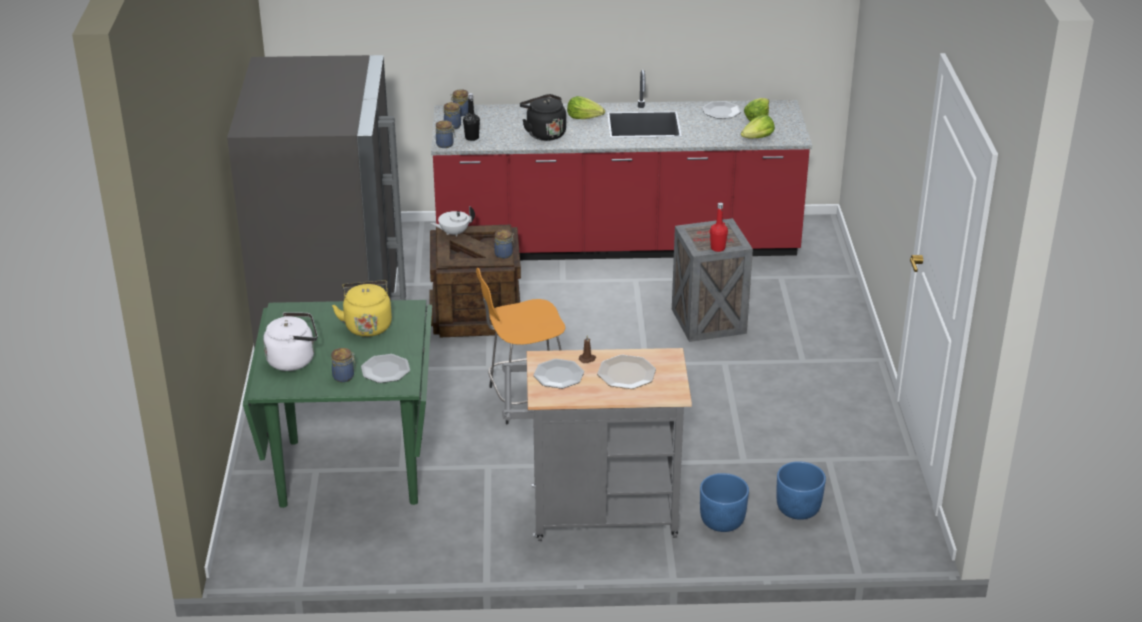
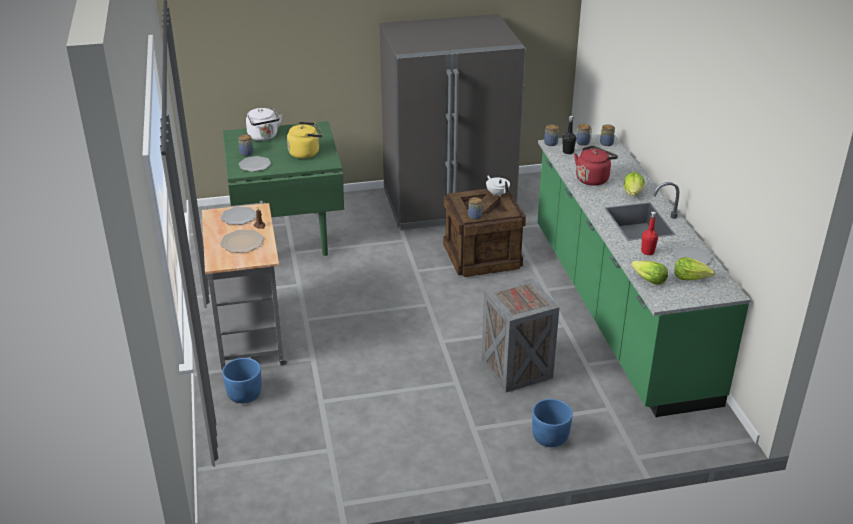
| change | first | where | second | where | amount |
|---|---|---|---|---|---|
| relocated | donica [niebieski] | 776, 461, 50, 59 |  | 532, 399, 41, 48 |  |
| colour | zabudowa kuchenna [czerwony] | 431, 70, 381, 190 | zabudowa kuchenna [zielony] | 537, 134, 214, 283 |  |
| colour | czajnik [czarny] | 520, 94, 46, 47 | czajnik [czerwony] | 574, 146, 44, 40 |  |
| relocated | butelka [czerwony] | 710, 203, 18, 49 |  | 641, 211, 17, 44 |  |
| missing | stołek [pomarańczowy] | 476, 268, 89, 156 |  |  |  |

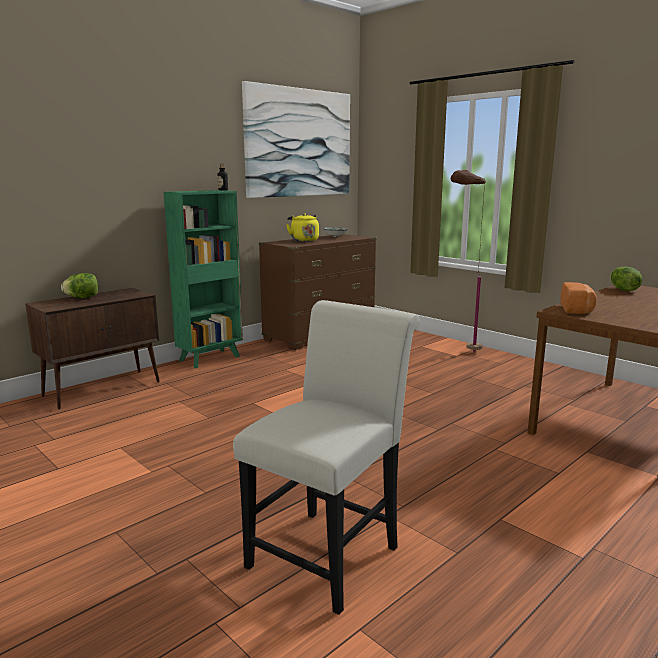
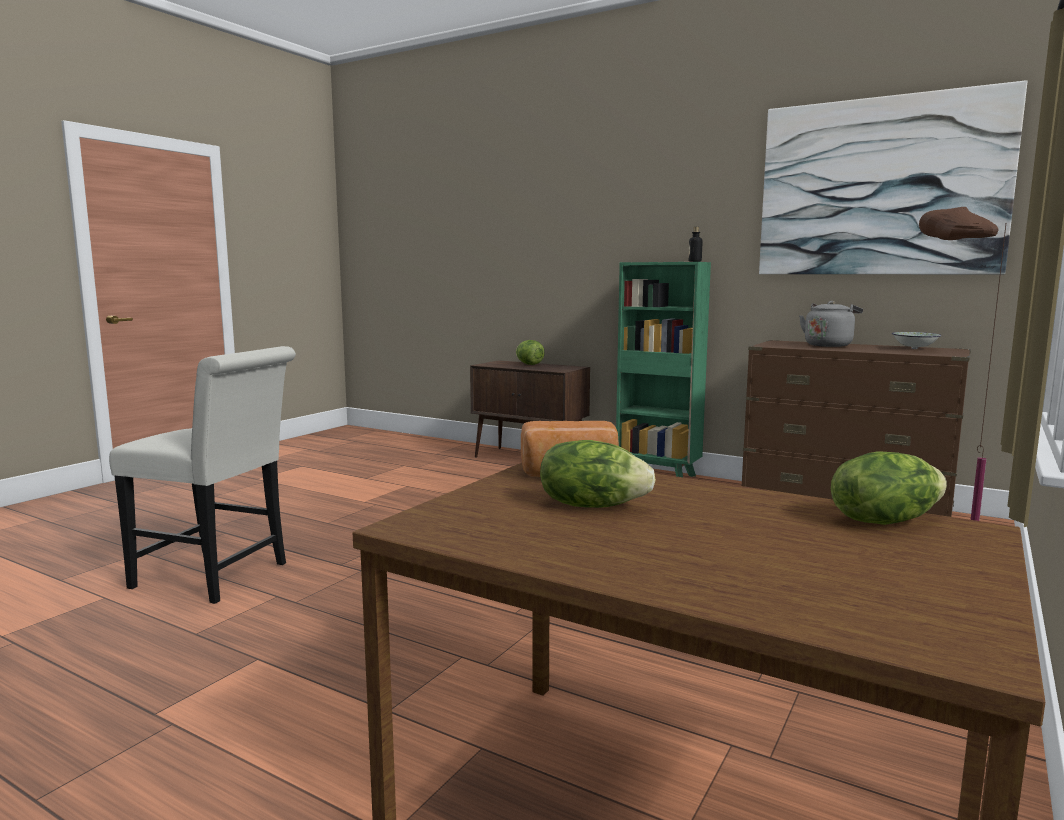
| change | first | where | second | where | amount |
|---|---|---|---|---|---|
| appeared |  |  | sałata | 540, 440, 116, 68 |  |
| colour | czajnik [żółty] | 286, 213, 33, 29 | czajnik [szary] | 799, 301, 64, 46 |  |

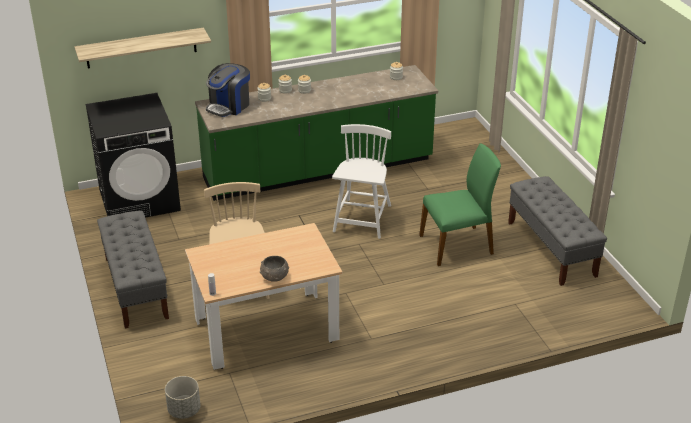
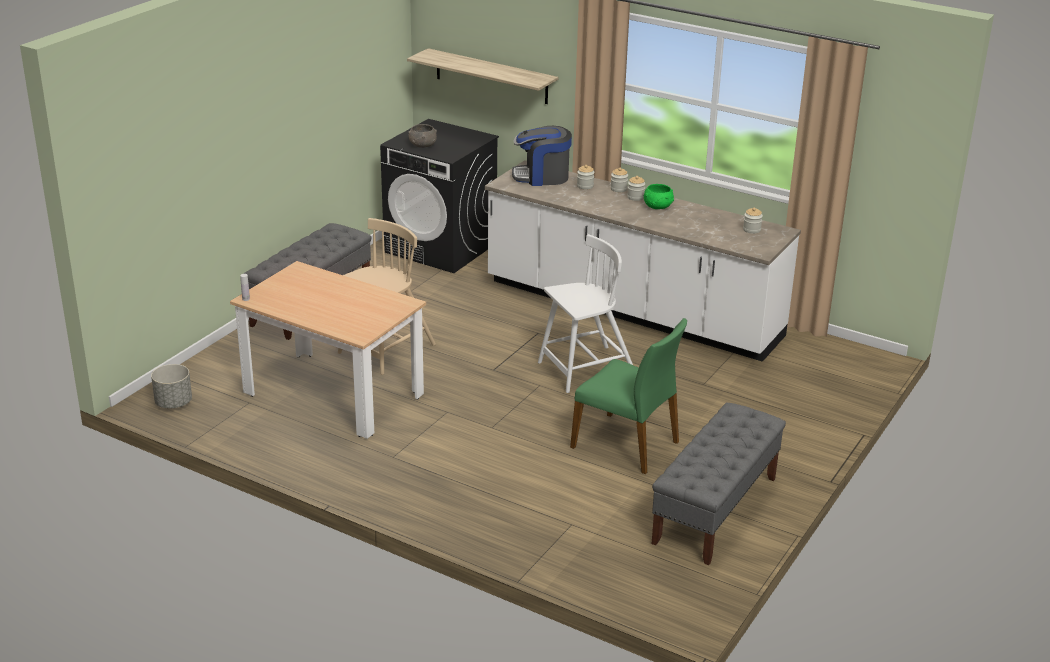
| change | first | where | second | where | amount |
|---|---|---|---|---|---|
| relocated | miska [szary] | 260, 256, 29, 26 |  | 409, 124, 28, 24 |  |
| colour | zabudowa kuchenna [zielony] | 195, 65, 243, 136 | zabudowa kuchenna [biały] | 485, 160, 316, 202 |  |
| appeared |  |  | miska [zielony] | 643, 184, 31, 25 |  |

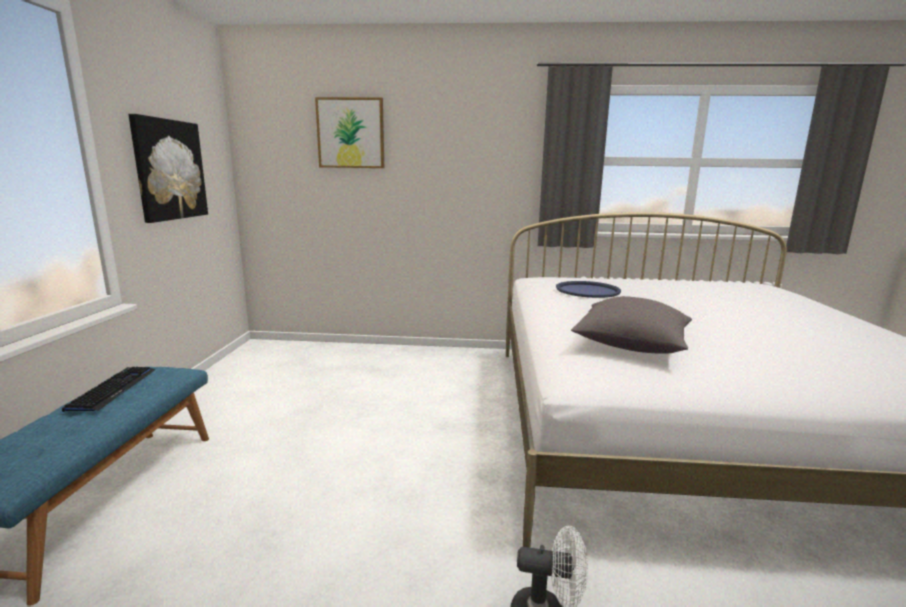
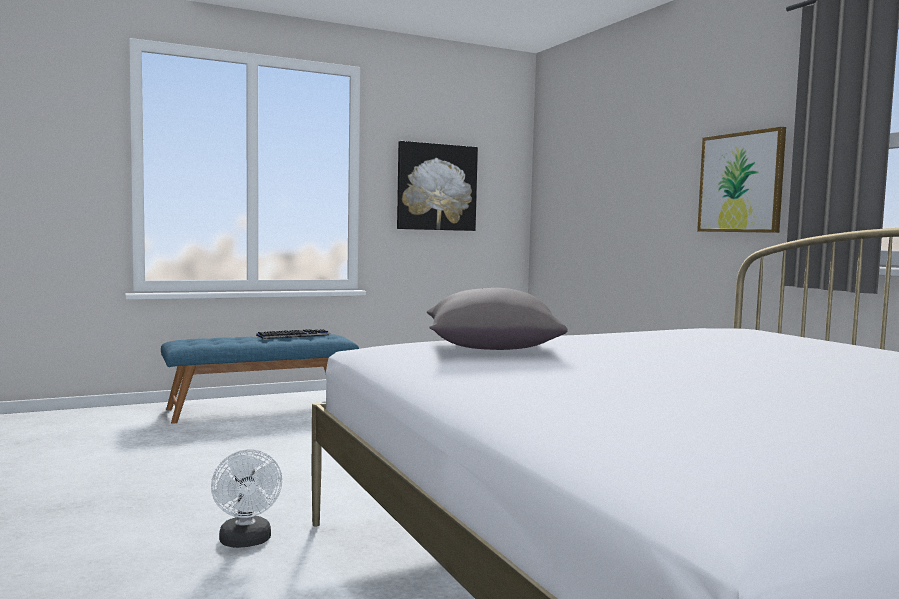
| change | first | where | second | where | amount |
|---|---|---|---|---|---|
| relocated | obraz | 315, 97, 69, 71 |  | 697, 127, 89, 106 |  |
| missing | taca [niebieski] | 556, 281, 65, 17 |  |  |  |

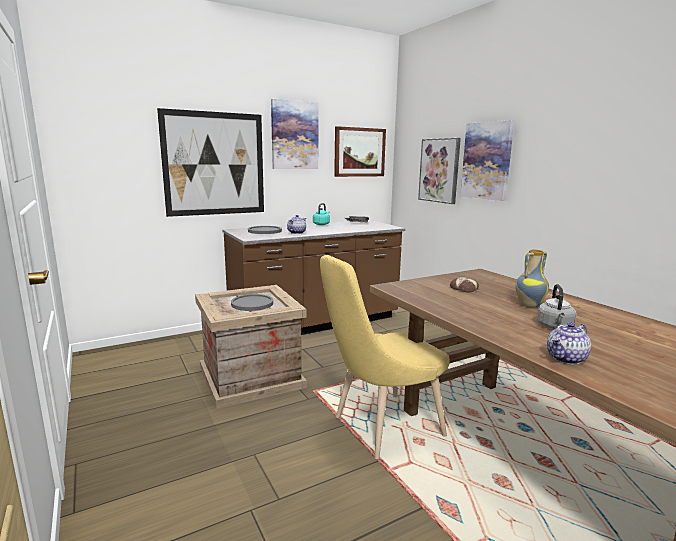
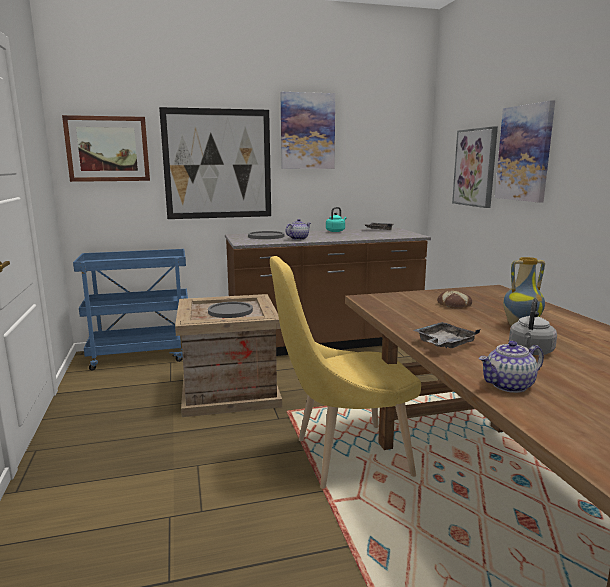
| change | first | where | second | where | amount |
|---|---|---|---|---|---|
| relocated | obraz | 334, 126, 52, 51 |  | 62, 115, 88, 67 |  |
| appeared |  |  | wózek [niebieski] | 73, 249, 115, 122 |  |
| appeared |  |  | taca [szary] | 414, 322, 66, 26 |  |

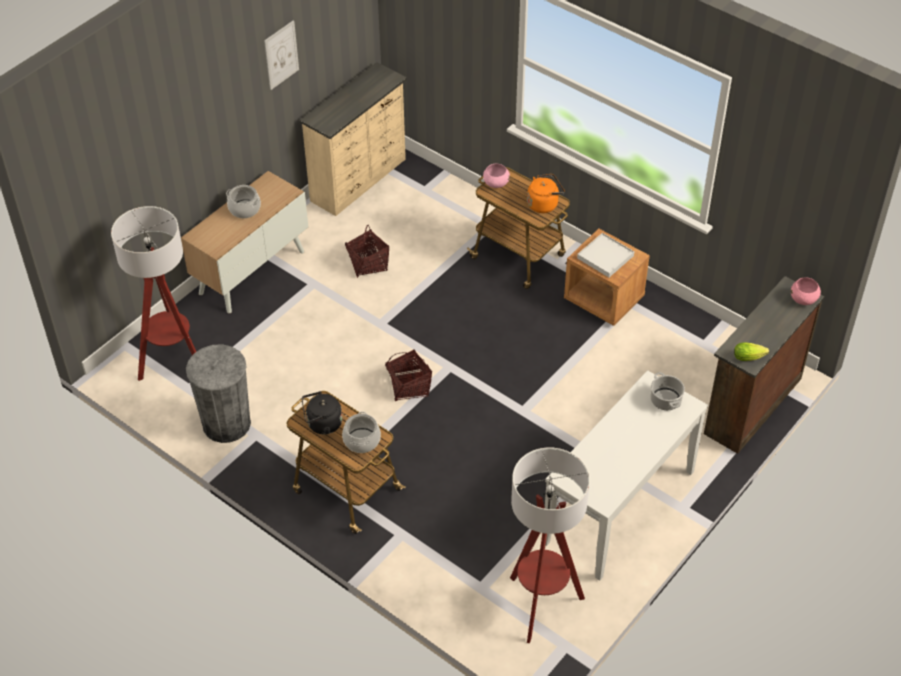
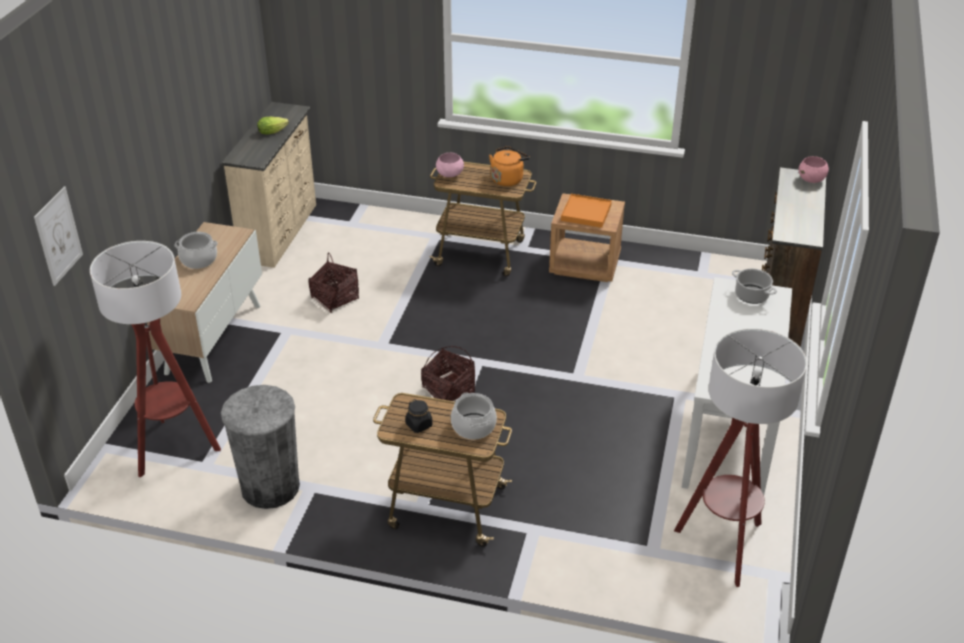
| change | first | where | second | where | amount |
|---|---|---|---|---|---|
| relocated | obraz | 264, 20, 35, 70 |  | 34, 186, 49, 100 |  |
| relocated | sałata | 734, 343, 35, 18 |  | 257, 117, 32, 18 |  |
| exchanged | czajnik [czarny] | 302, 391, 40, 43 | słoik [czarny] | 405, 399, 28, 34 |  |
| colour | taca [biały] | 577, 233, 57, 44 | taca [pomarańczowy] | 561, 194, 51, 34 |  |

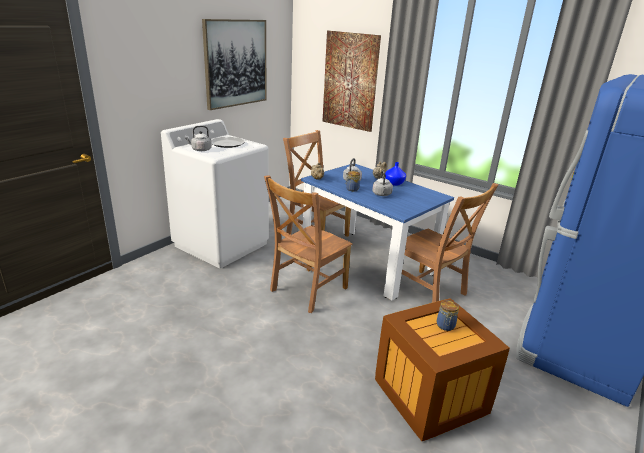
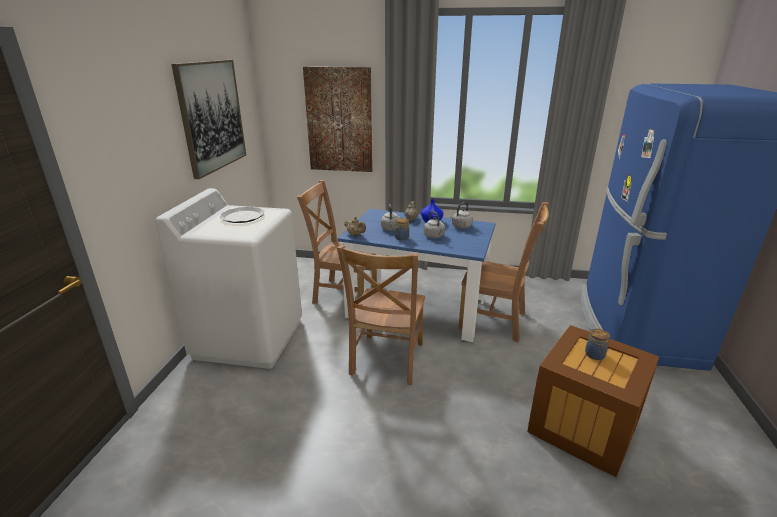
| change | first | where | second | where | amount |
|---|---|---|---|---|---|
| relocated | czajnik [szary] | 185, 126, 27, 25 |  | 450, 202, 23, 27 |  |

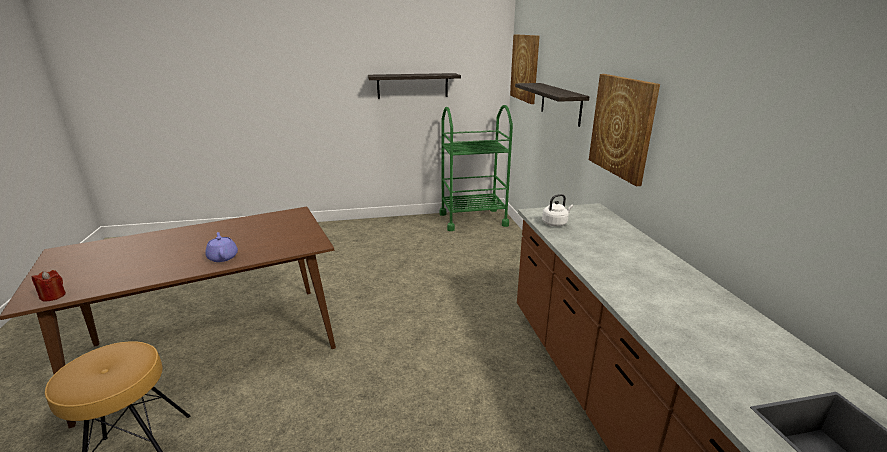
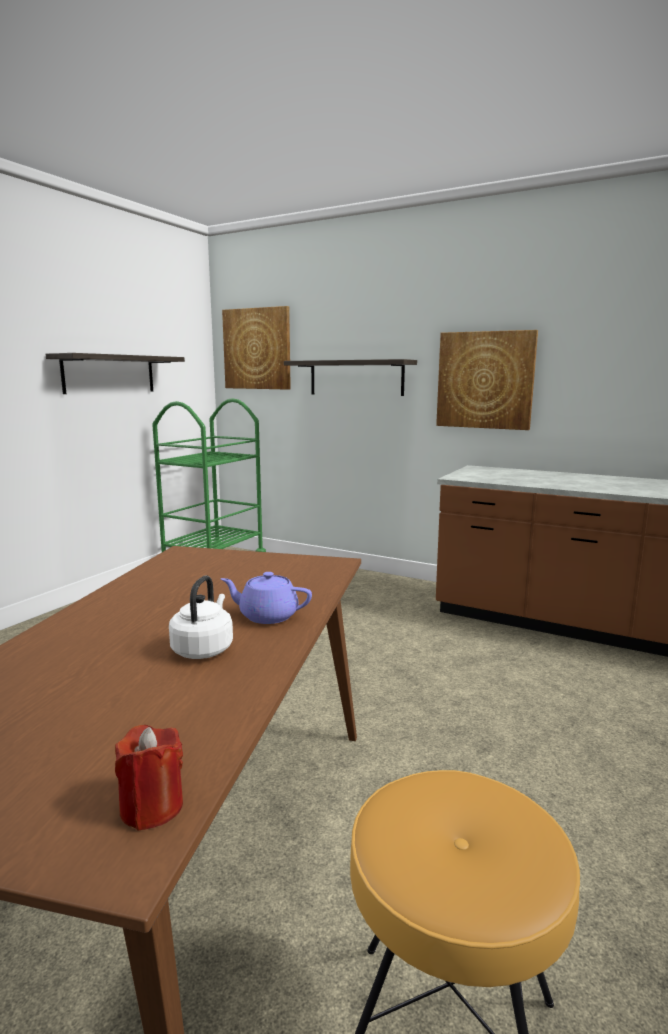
| change | first | where | second | where | amount |
|---|---|---|---|---|---|
| relocated | czajnik [biały] | 542, 194, 31, 32 |  | 169, 575, 64, 84 |  |

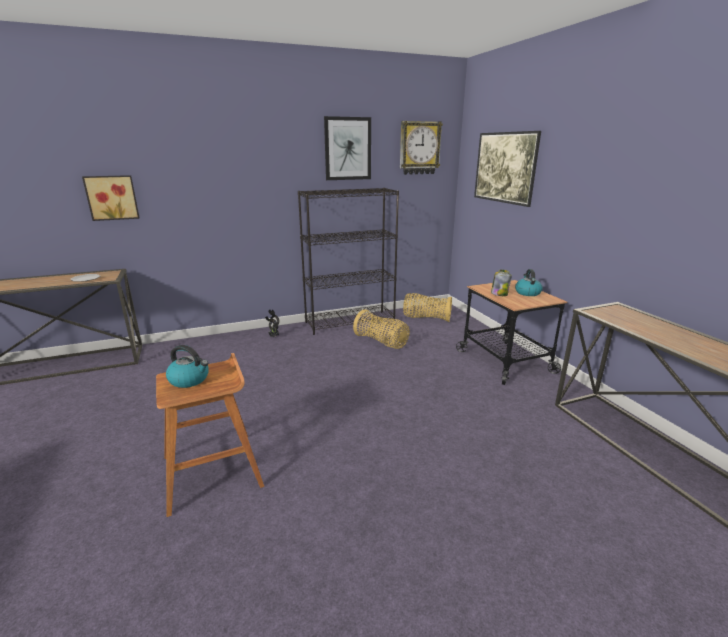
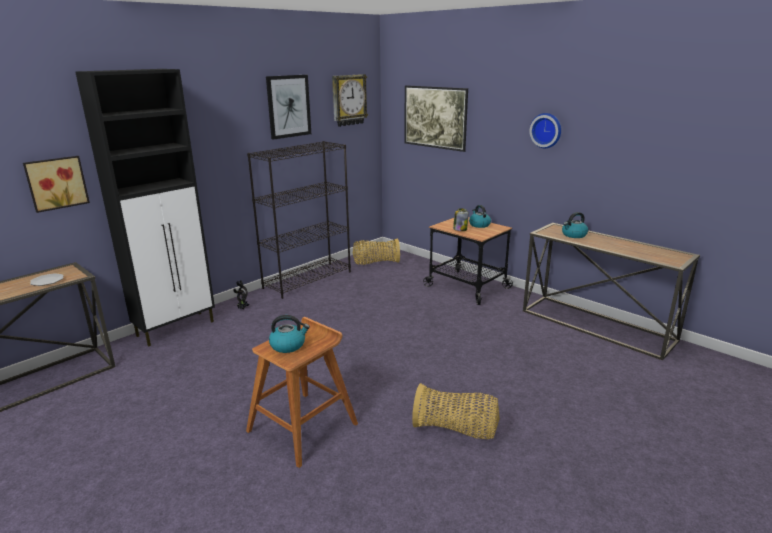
| change | first | where | second | where | amount |
|---|---|---|---|---|---|
| appeared |  |  | szafka [czarny] | 75, 69, 140, 277 |  |
| relocated | koszyk | 353, 309, 57, 40 |  | 412, 383, 88, 56 |  |
| appeared |  |  | zegar ścienny | 529, 113, 32, 35 |  |
| appeared |  |  | czajnik | 562, 212, 26, 26 |  |

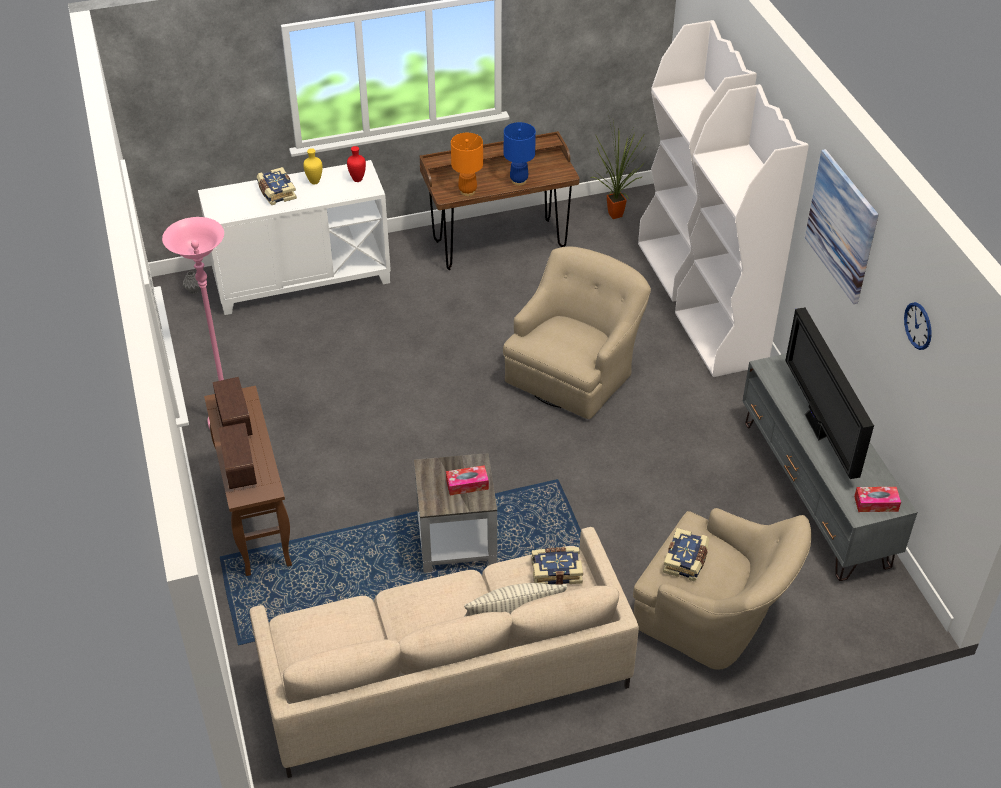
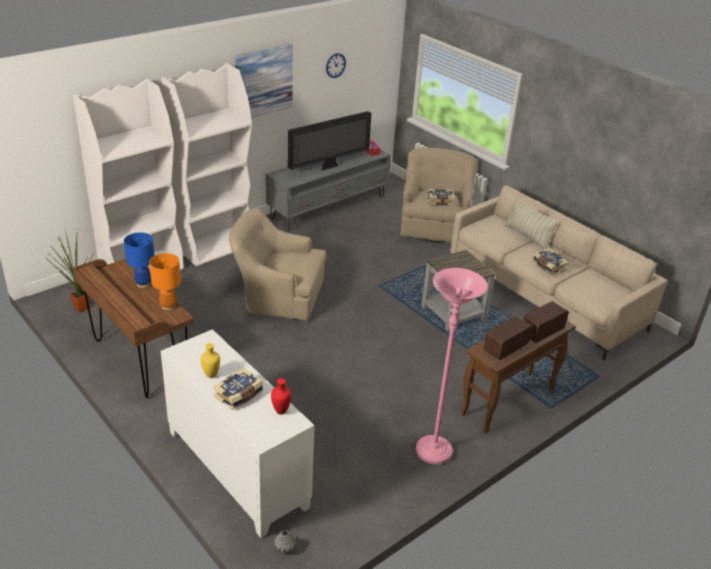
| change | first | where | second | where | amount |
|---|---|---|---|---|---|
| relocated | wazon [czerwony] | 347, 146, 19, 36 |  | 271, 378, 20, 37 |  |
| relocated | książka | 531, 547, 52, 38 |  | 533, 248, 36, 27 |  |
| missing | pudełko chusteczek | 446, 465, 43, 31 |  |  |  |

